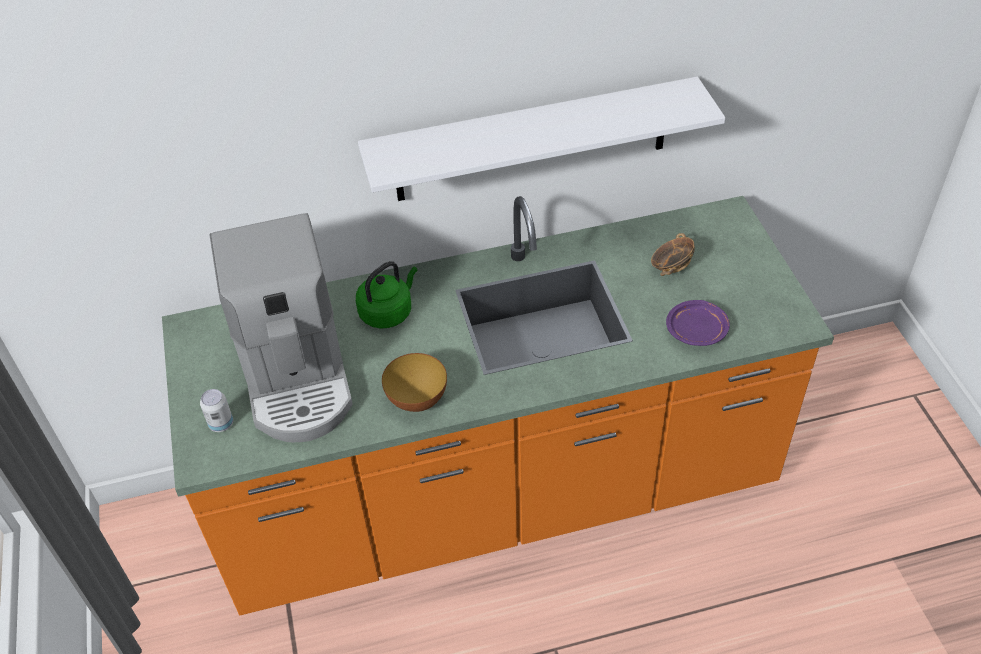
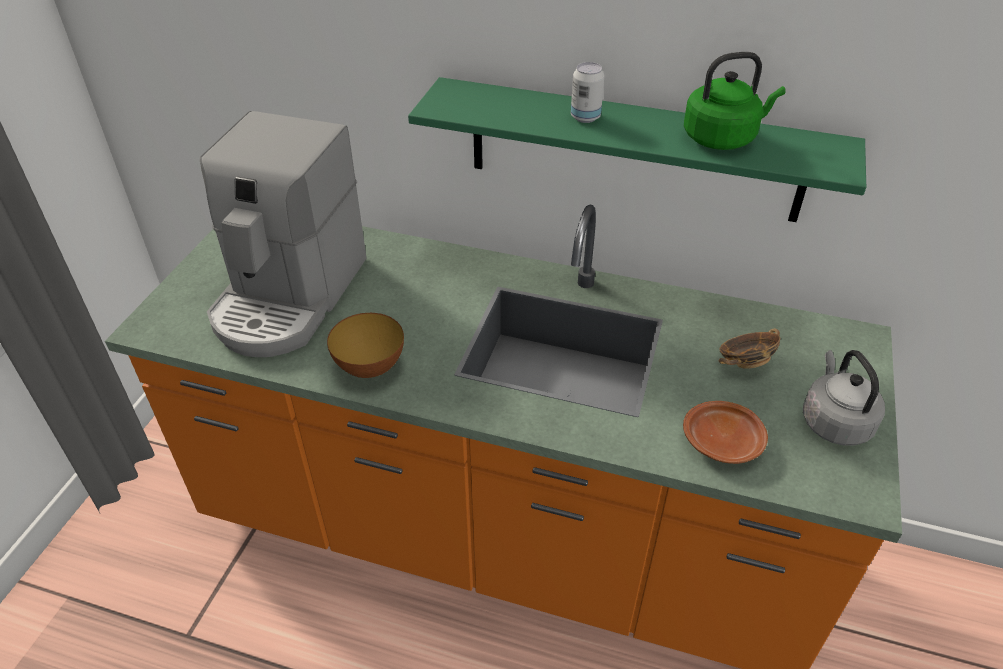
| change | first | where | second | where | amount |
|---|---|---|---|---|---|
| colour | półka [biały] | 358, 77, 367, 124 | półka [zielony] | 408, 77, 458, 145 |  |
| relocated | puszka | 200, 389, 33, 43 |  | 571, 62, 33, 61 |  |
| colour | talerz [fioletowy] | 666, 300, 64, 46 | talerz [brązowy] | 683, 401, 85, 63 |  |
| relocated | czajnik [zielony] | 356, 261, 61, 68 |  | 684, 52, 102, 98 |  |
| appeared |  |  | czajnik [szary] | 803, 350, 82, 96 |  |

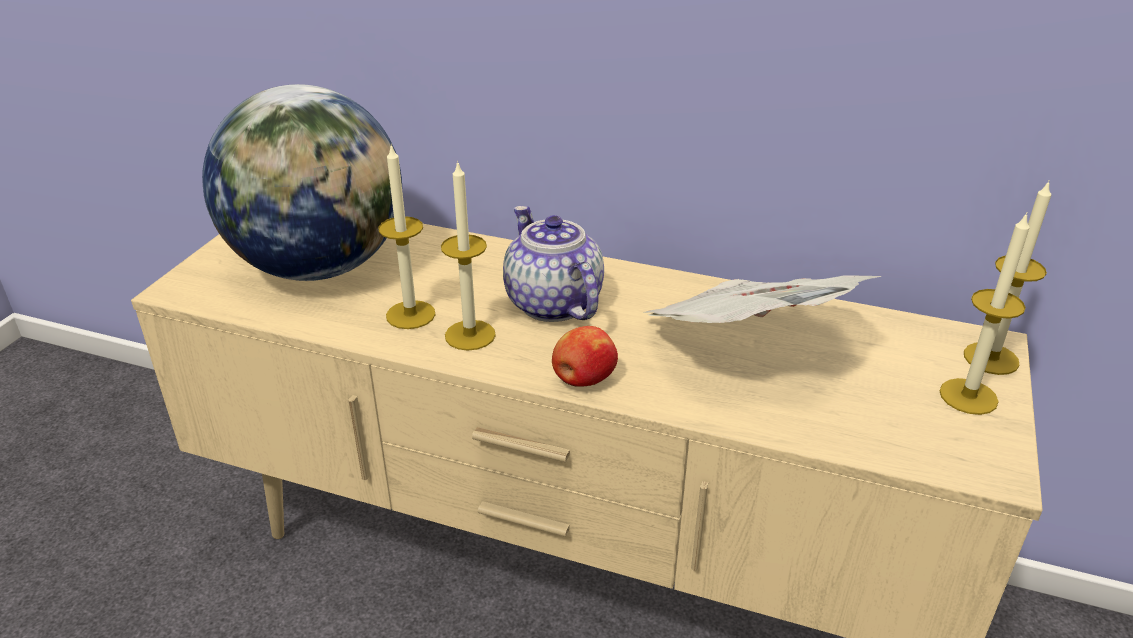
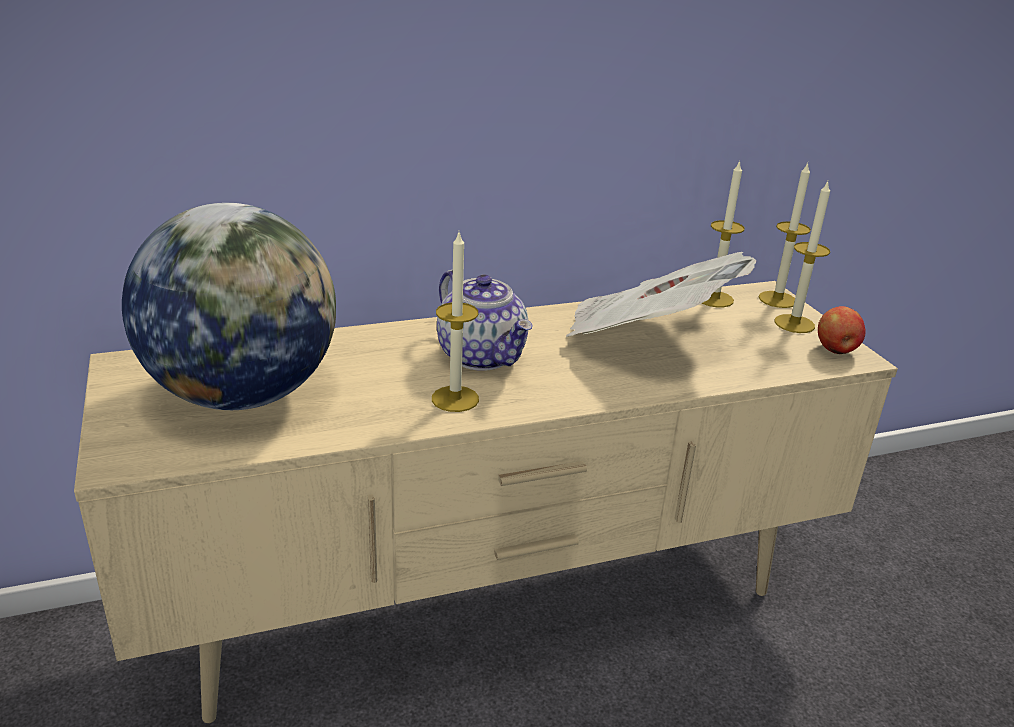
| change | first | where | second | where | amount |
|---|---|---|---|---|---|
| spun | imbryk | 503, 206, 101, 116 |  | 437, 270, 96, 101 | 150 degrees counterclockwise |
| relocated | świeca | 378, 144, 58, 185 |  | 702, 160, 43, 147 |  |
| relocated | jabłko | 552, 326, 66, 61 |  | 818, 306, 47, 48 |  |

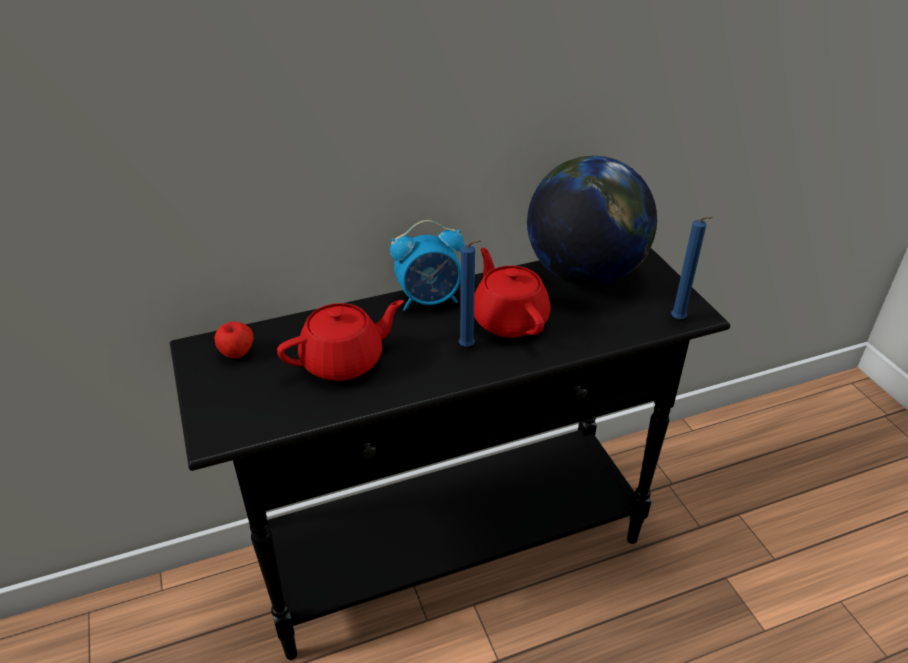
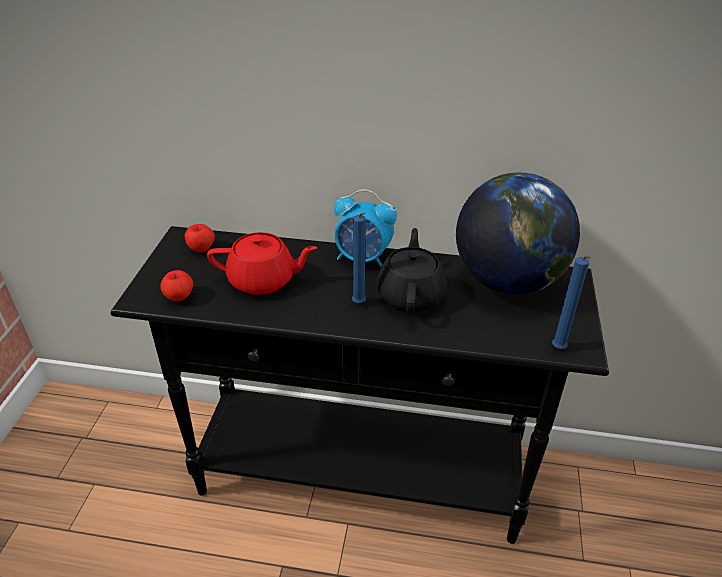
| change | first | where | second | where | amount |
|---|---|---|---|---|---|
| appeared |  |  | jabłko | 160, 270, 33, 32 |  |
| colour | imbryk [czerwony] | 474, 248, 77, 90 | imbryk [czarny] | 377, 228, 70, 84 |  |

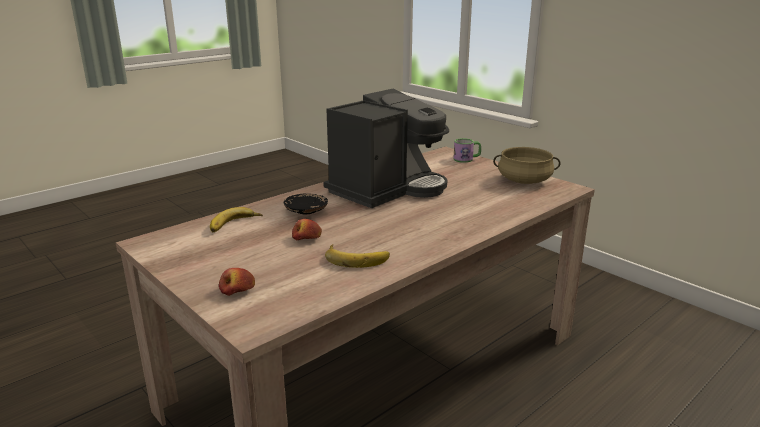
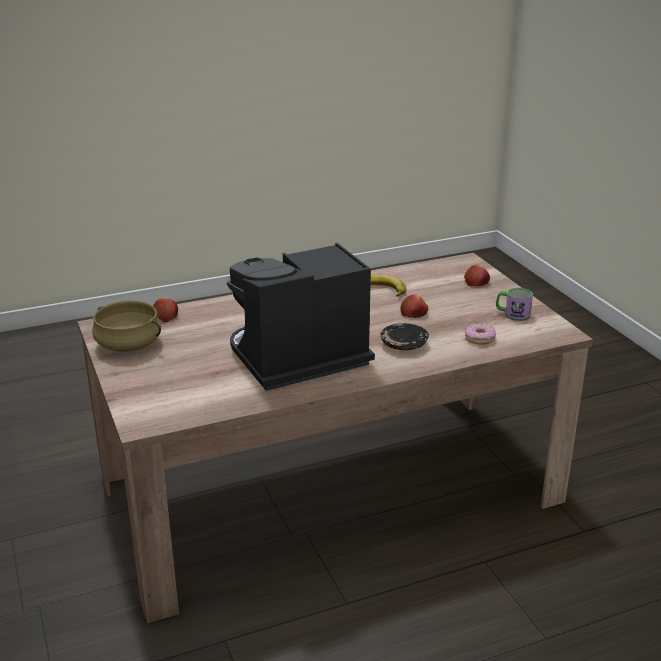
| change | first | where | second | where | amount |
|---|---|---|---|---|---|
| appeared |  |  | jabłko | 153, 298, 25, 24 |  |
| exchanged | banan | 210, 207, 53, 25 | donut | 464, 323, 32, 22 |  |
| relocated | kubek | 453, 138, 28, 25 |  | 496, 288, 37, 33 |  |

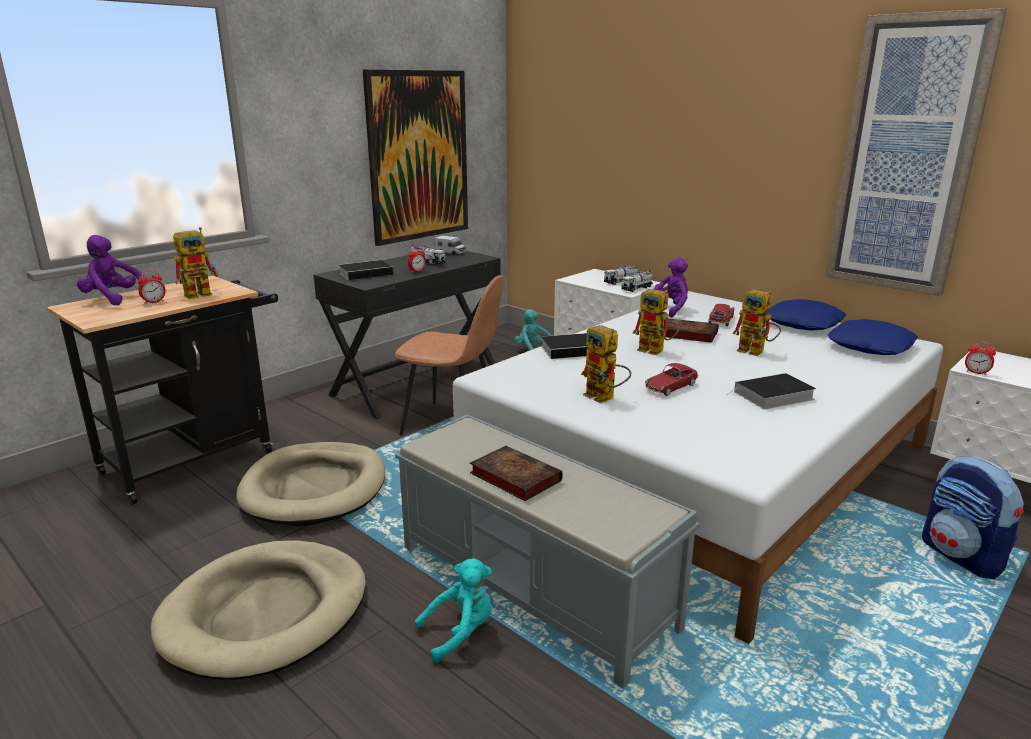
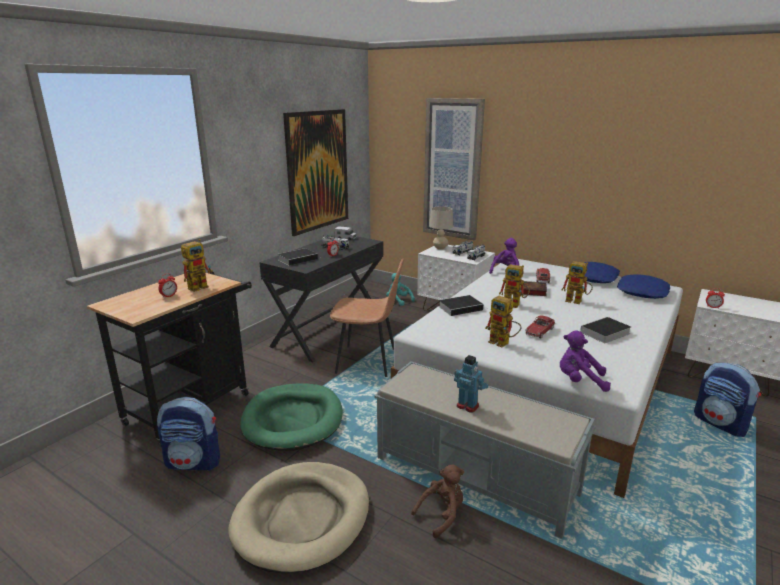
| change | first | where | second | where | amount |
|---|---|---|---|---|---|
| appeared |  |  | plecak | 157, 397, 63, 74 |  |
| colour | legowisko [beżowy] | 236, 442, 149, 84 | legowisko [zielony] | 240, 383, 103, 68 |  |
| colour | pluszak [turkusowy] | 414, 558, 78, 104 | pluszak [brązowy] | 411, 464, 53, 74 |  |
| relocated | obraz | 826, 8, 181, 288 |  | 423, 98, 62, 142 |  |
| appeared |  |  | lampa stołowa [beżowy] | 429, 206, 24, 44 |  |
| exchanged | książka | 470, 446, 93, 55 | robot zabawkowy | 454, 355, 34, 57 |  |
| relocated | pluszak [fioletowy] | 77, 235, 68, 71 |  | 560, 330, 51, 62 |  |

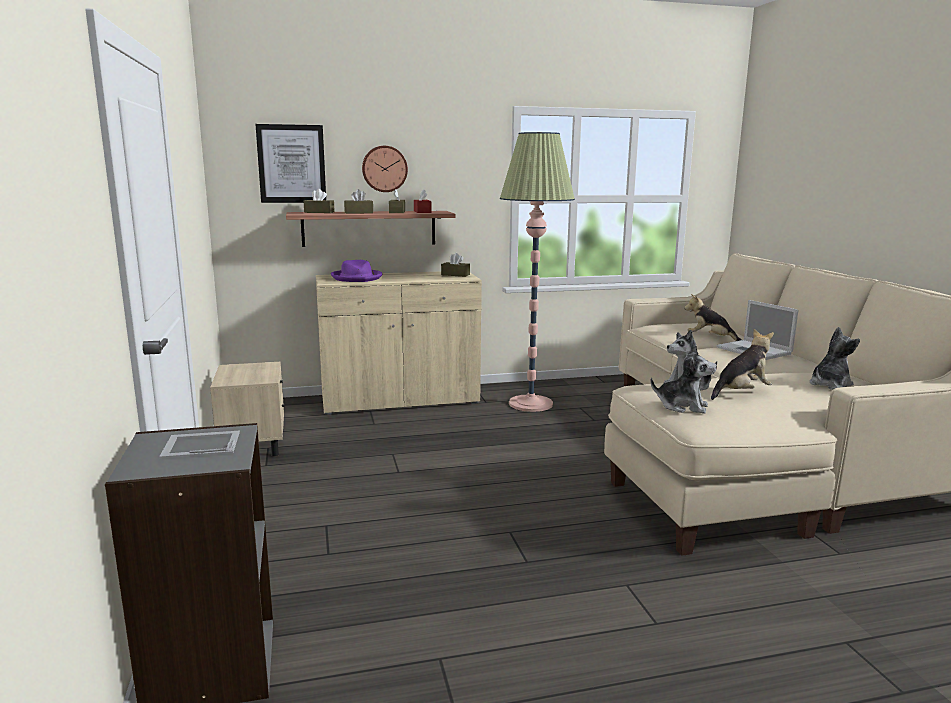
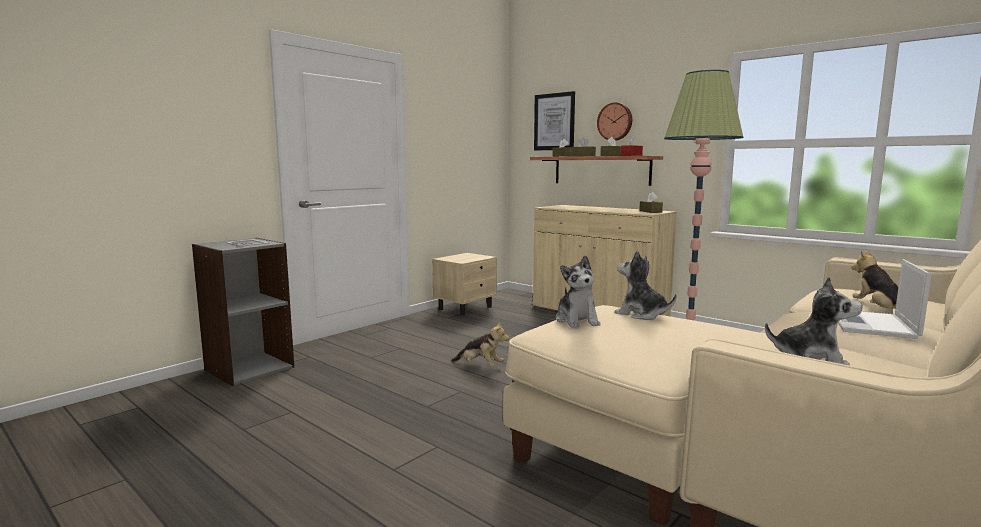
| change | first | where | second | where | amount |
|---|---|---|---|---|---|
| relocated | pluszak | 711, 329, 63, 71 |  | 451, 321, 58, 45 |  |
| missing | kapelusz [fioletowy] | 331, 260, 51, 22 |  |  |  |

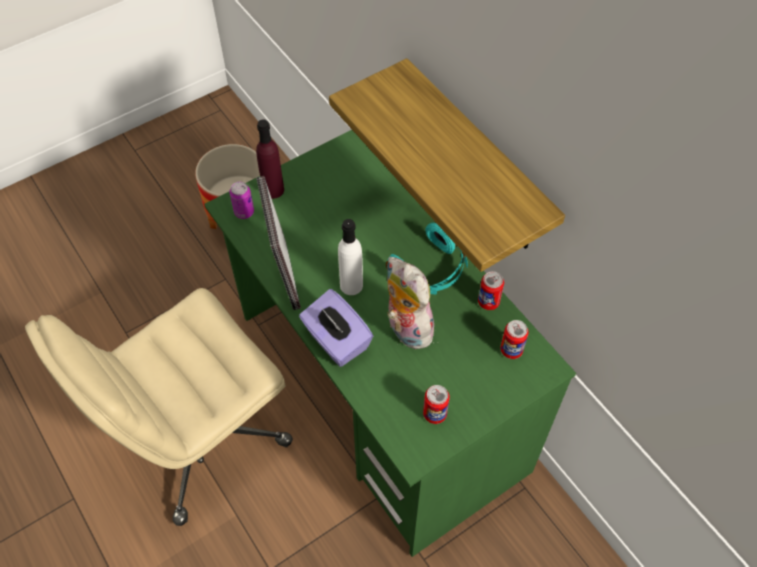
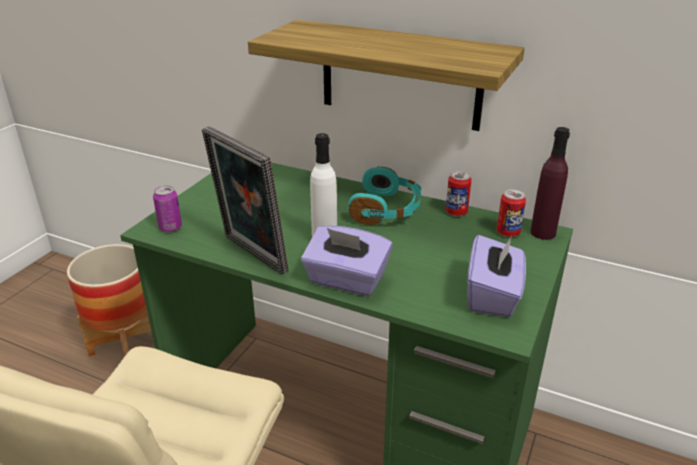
| change | first | where | second | where | amount |
|---|---|---|---|---|---|
| exchanged | puszka | 423, 385, 27, 39 | pudełko chusteczek [fioletowy] | 467, 234, 59, 83 |  |
| relocated | butelka [fioletowy] | 256, 119, 28, 80 |  | 530, 127, 40, 113 |  |
| missing | pluszak | 387, 257, 47, 92 |  |  |  |

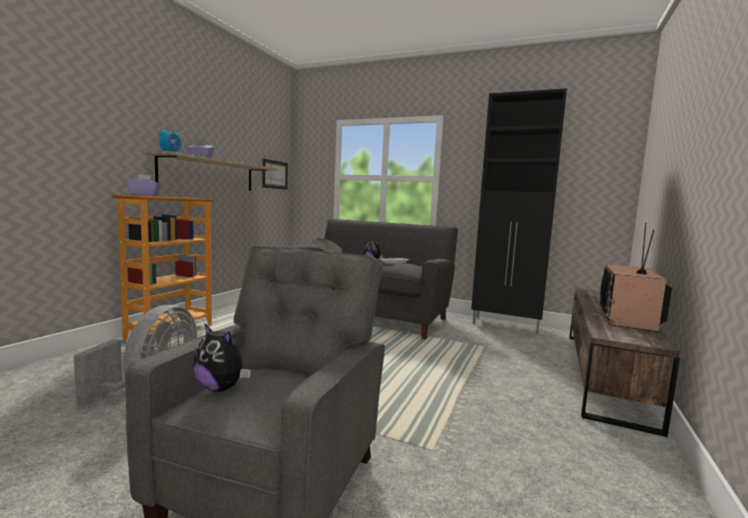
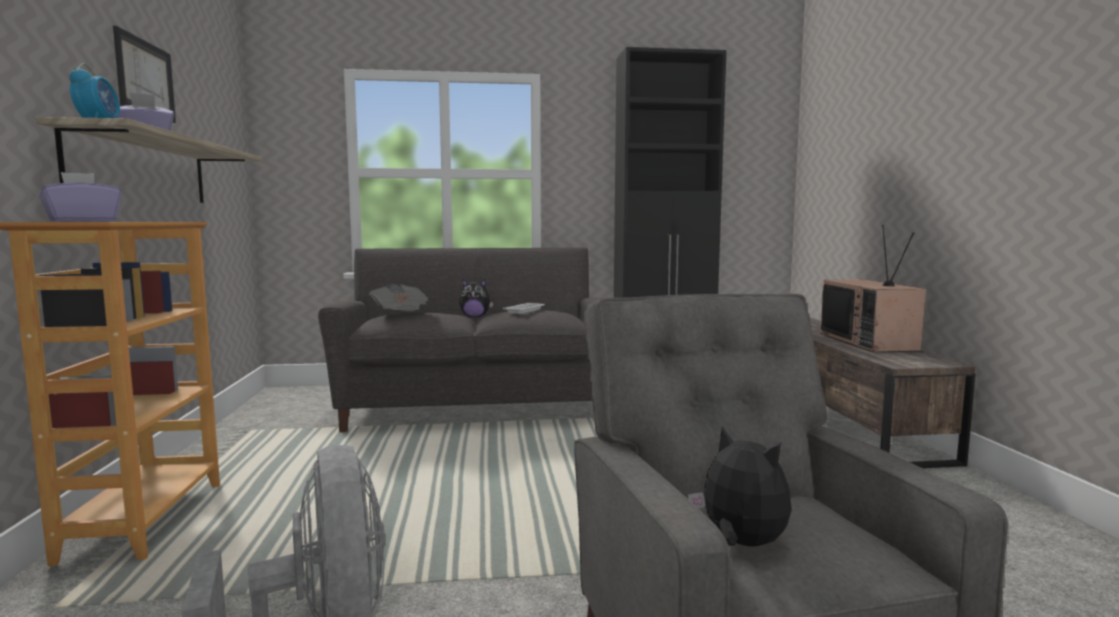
| change | first | where | second | where | amount |
|---|---|---|---|---|---|
| relocated | obraz | 262, 159, 26, 31 |  | 113, 26, 63, 97 |  |
| spun | pluszak | 193, 324, 58, 68 |  | 688, 426, 104, 121 | 135 degrees counterclockwise |

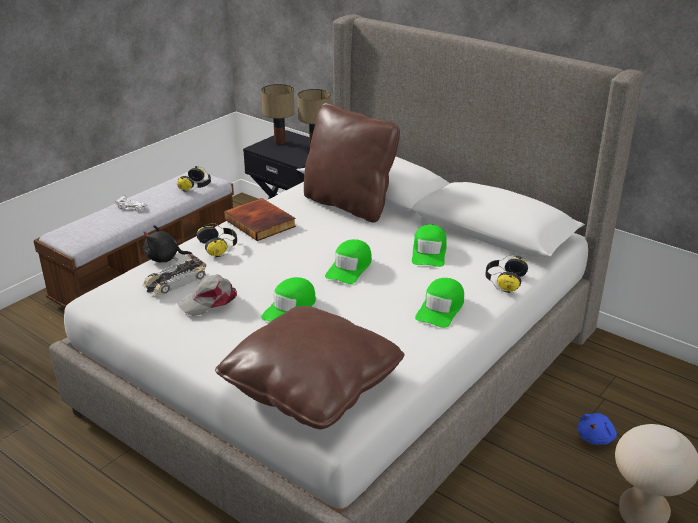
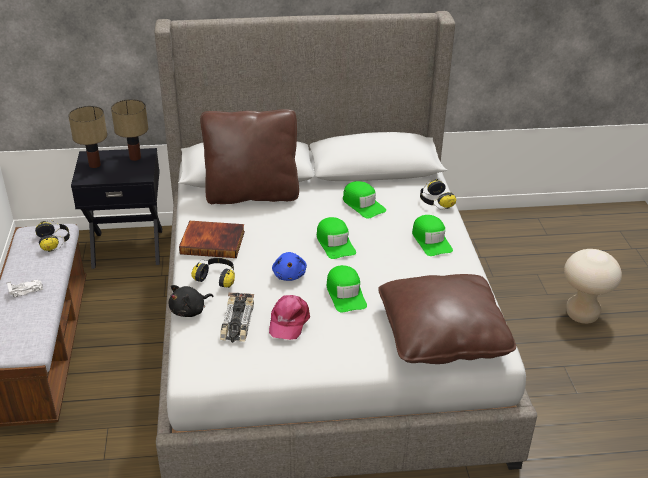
| change | first | where | second | where | amount |
|---|---|---|---|---|---|
| colour | czapka z daszkiem [szary] | 178, 274, 59, 42 | czapka z daszkiem [różowy] | 269, 295, 41, 45 |  |
| relocated | pluszak [niebieski] | 578, 413, 39, 32 |  | 272, 252, 35, 29 |  |

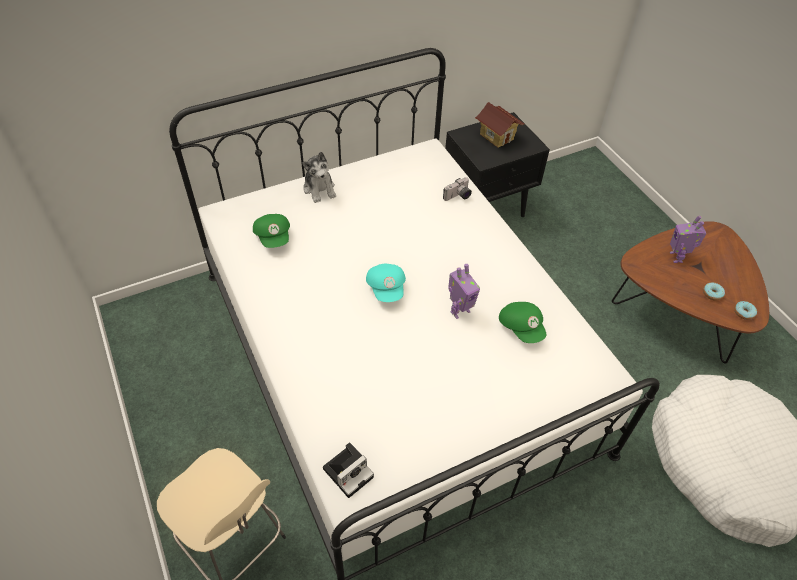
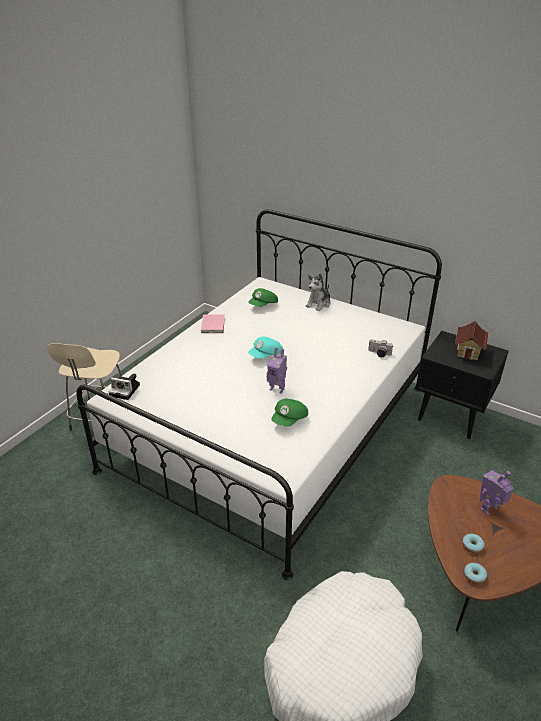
| change | first | where | second | where | amount |
|---|---|---|---|---|---|
| appeared |  |  | książka [różowy] | 201, 314, 24, 19 |  |

